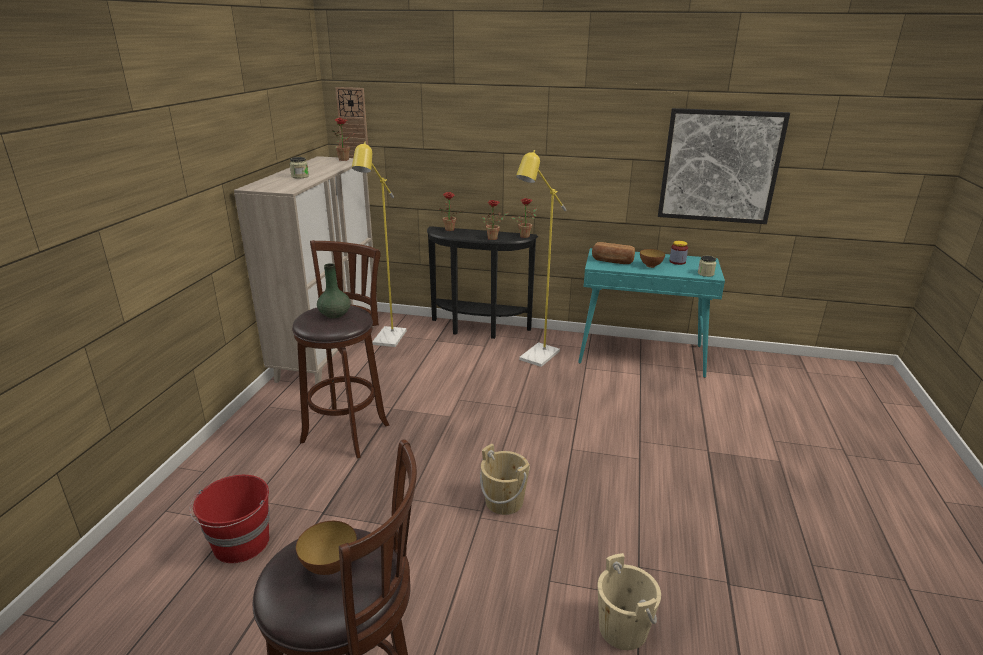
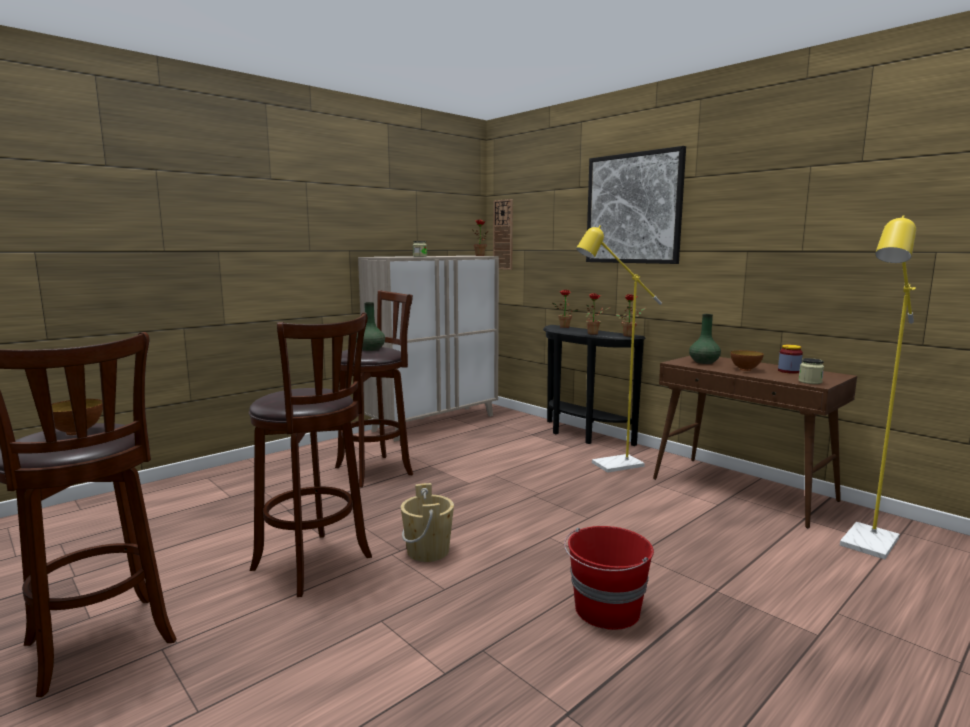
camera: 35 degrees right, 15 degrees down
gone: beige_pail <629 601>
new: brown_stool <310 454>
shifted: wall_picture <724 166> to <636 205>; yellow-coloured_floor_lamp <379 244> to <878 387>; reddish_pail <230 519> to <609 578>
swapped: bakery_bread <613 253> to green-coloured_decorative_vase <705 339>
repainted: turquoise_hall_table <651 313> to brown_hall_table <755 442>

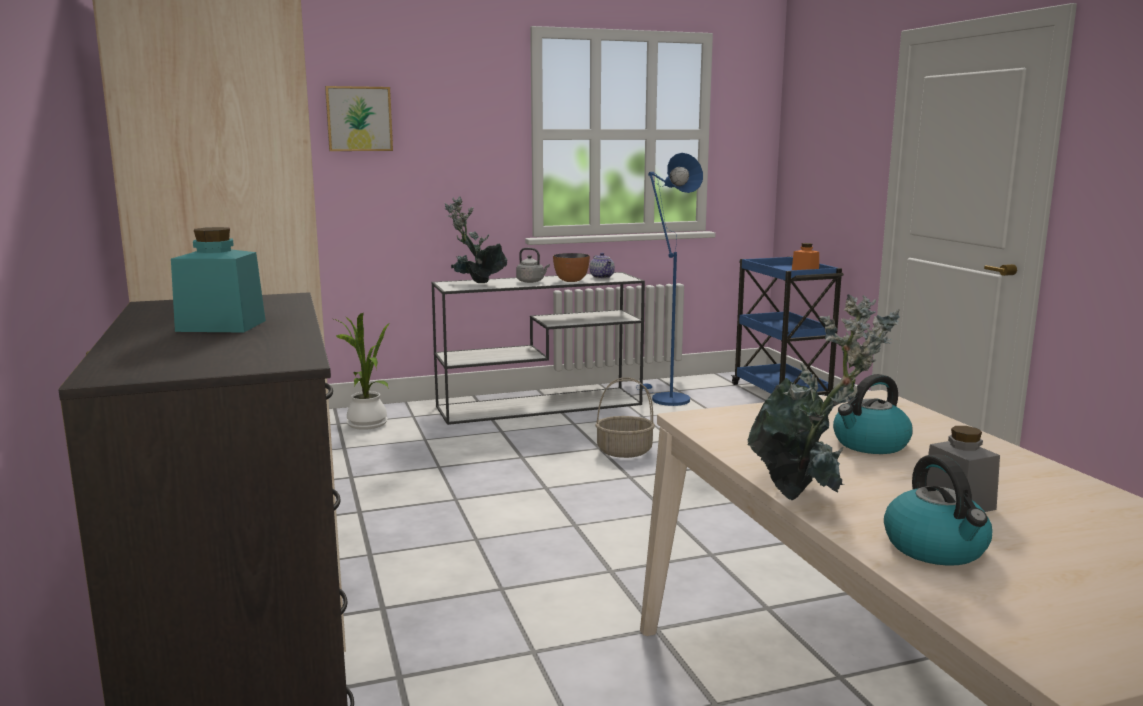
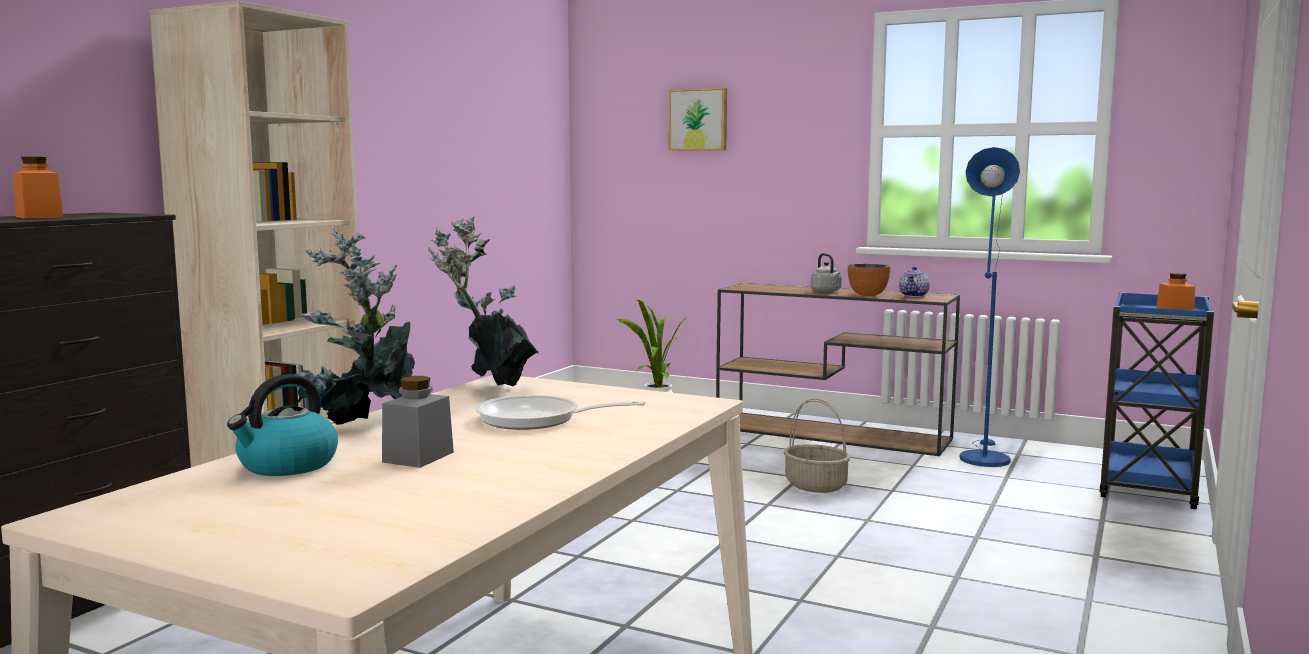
camera: 45 degrees right, 5 degrees down
shifted: plant_in_a_pot <476 239> to <483 302>
swapped: kettle <873 414> to skillet <560 412>
repainted: turquoise_storage_jar <218 279> to orange_storage_jar <38 188>; whitish_hall_table <538 348> to brown_hall_table <838 369>

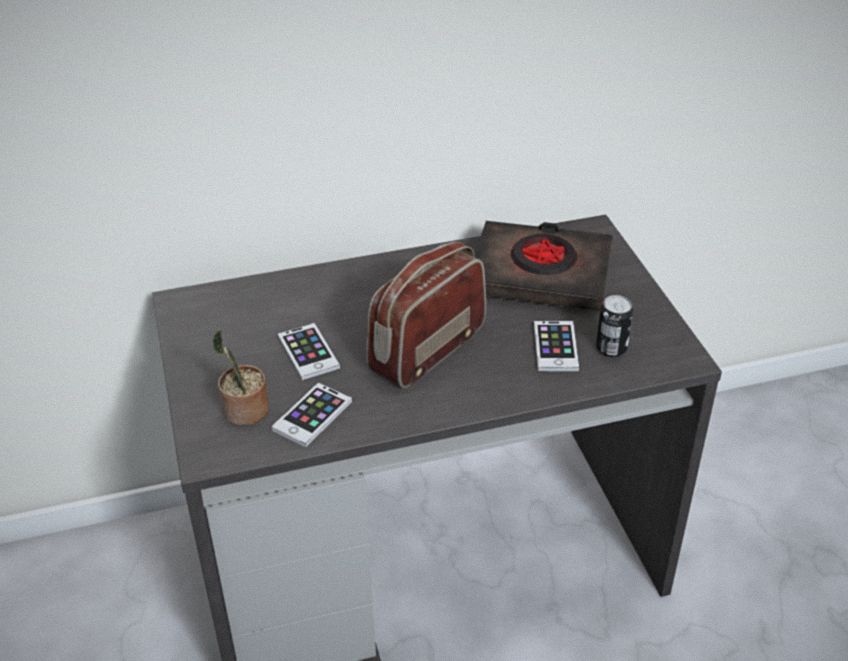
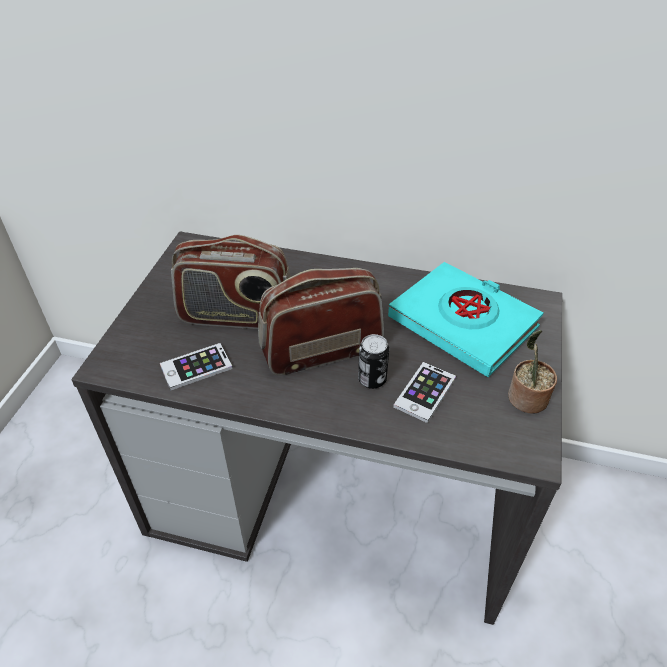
camera: 30 degrees right, 5 degrees up
shifted: metal_can <614 326> to <373 361>; plant_in_a_pot <240 377> to <532 371>
swapped: phone <308 351> to radio <231 282>
repainted: blackish_volume <544 266> to turquoise_volume <466 319>

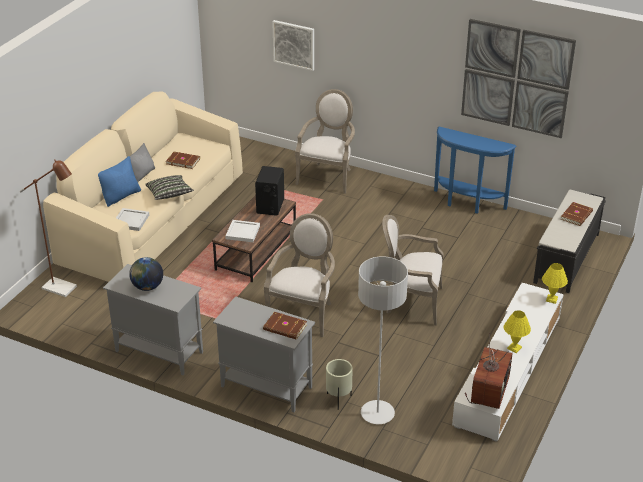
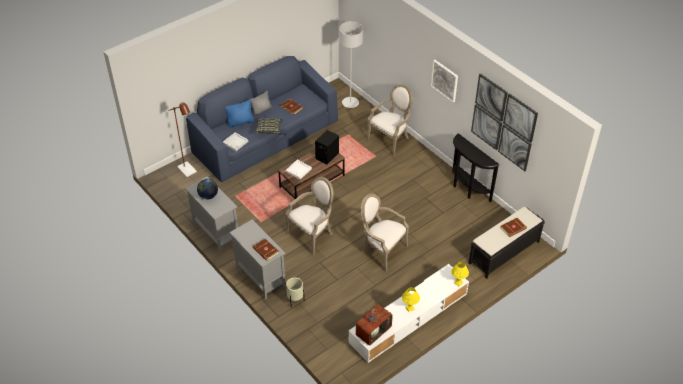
camera: 25 degrees right, 10 degrees up
shifted: wall_picture <293 45> to <444 81>; gray_floor_lamp <383 340> to <351 64>
repainted: beige_couch <143 187> to bluish_couch <262 119>; bluish_hall_table <475 170> to blackish_hall_table <475 167>

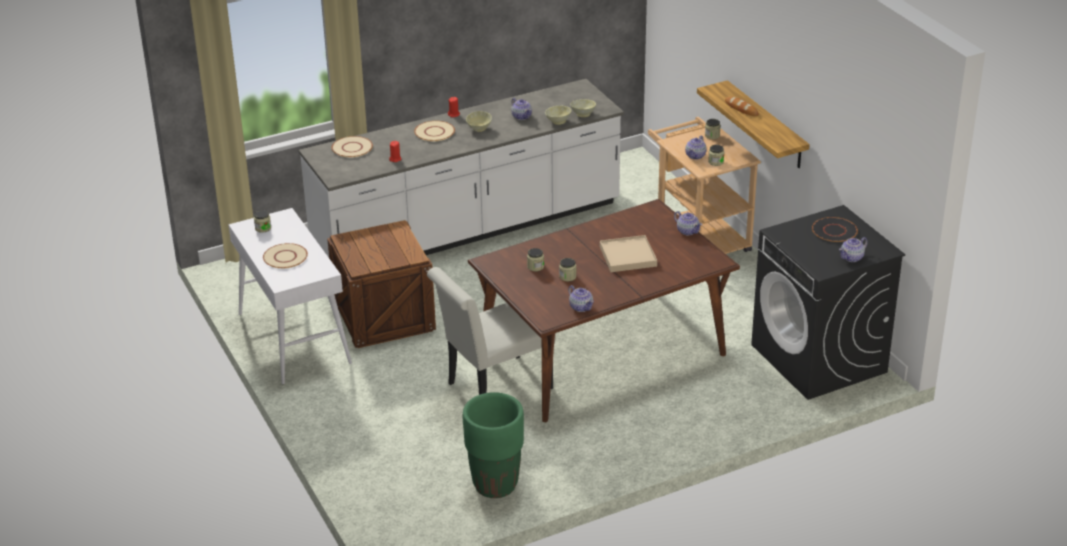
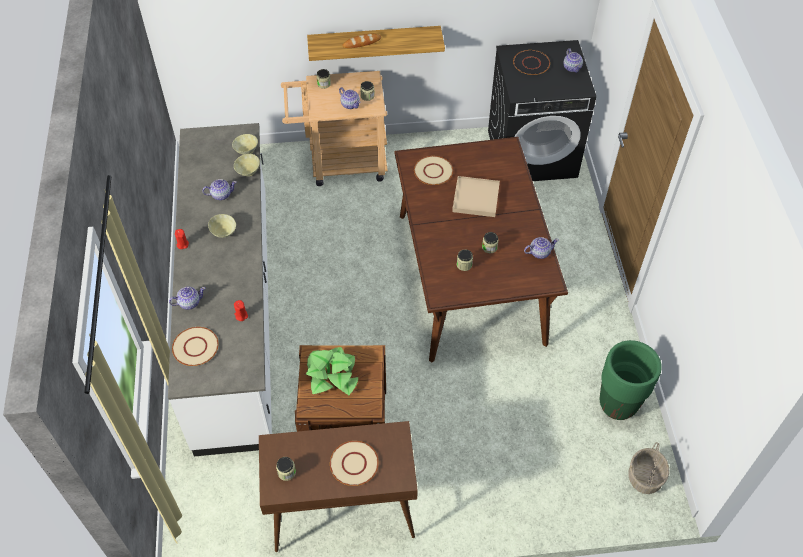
camera: 70 degrees left, 20 degrees up
gone: whitish_upright_chair <491 331>
new: plant_in_a_pot <332 371>; basket <649 468>
shifted: beige_plate <434 131> to <433 170>; pot_for_tea <688 223> to <187 298>
repainted: whitish_hall_table <290 296> to brown_hall_table <338 486>

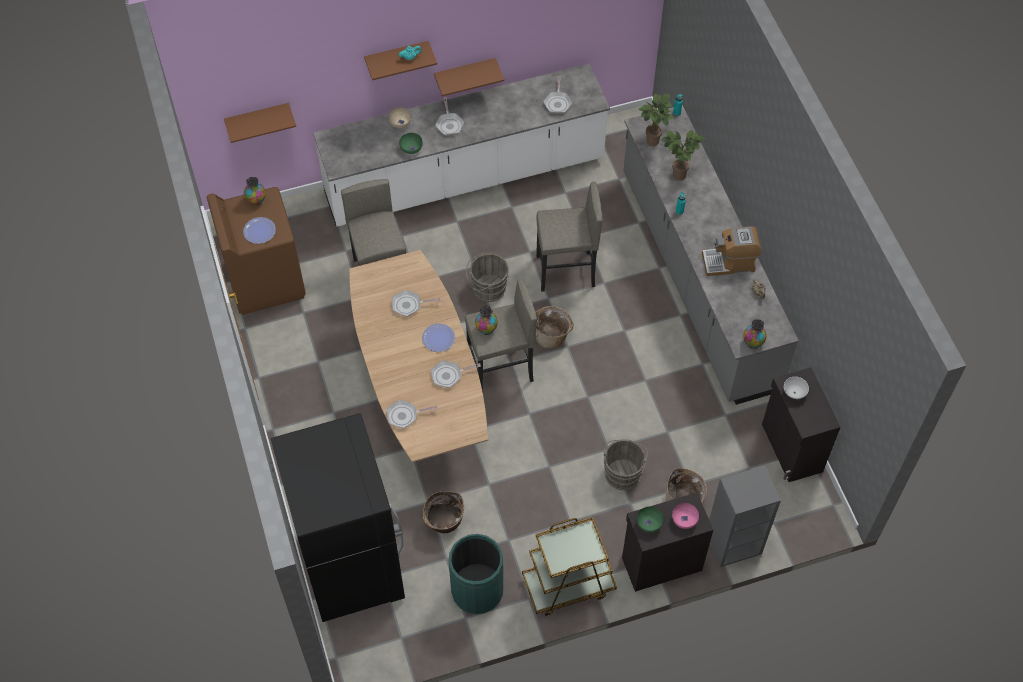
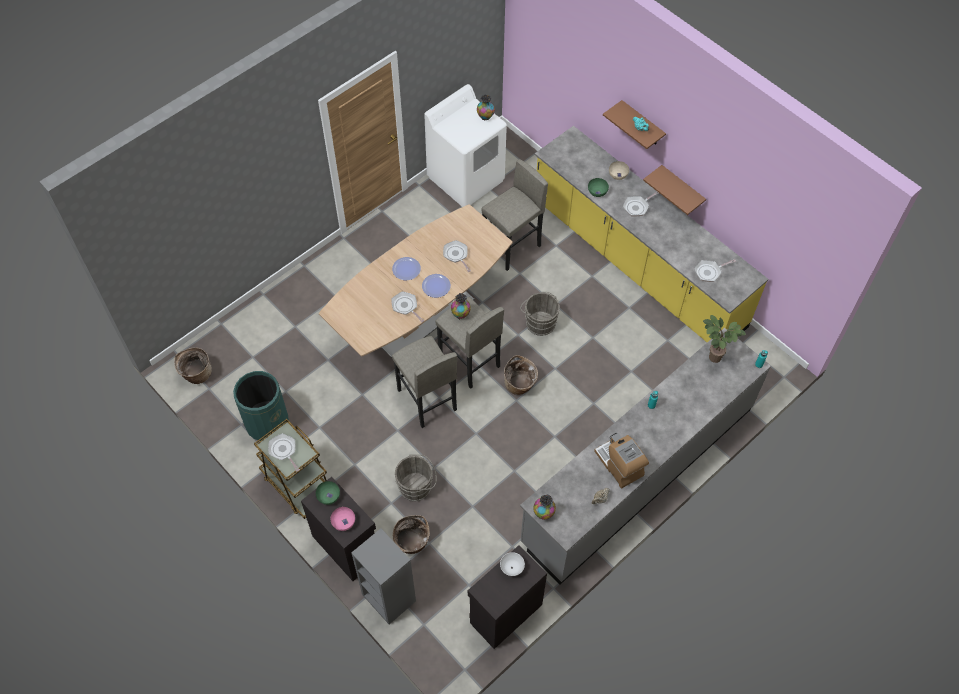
camera: 65 degrees right, 0 degrees up
gone: brown_bracket_shelf <260 123>; plant_in_a_pot <683 155>; blackish_fridge <337 517>
shifted: gray_stool <569 237> to <424 382>; plate <259 230> to <406 268>; skillet <412 414> to <284 453>; basket <443 512> to <193 365>
repainted: whitish_counter <461 145> to yellow-coloured_counter <651 234>; brown_washing_machine <256 251> to whitish_washing_machine <465 145>

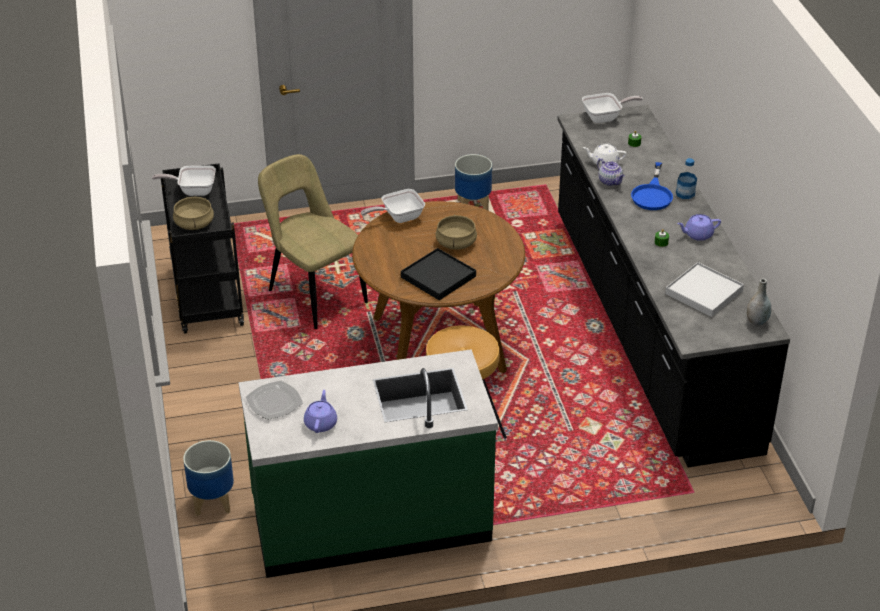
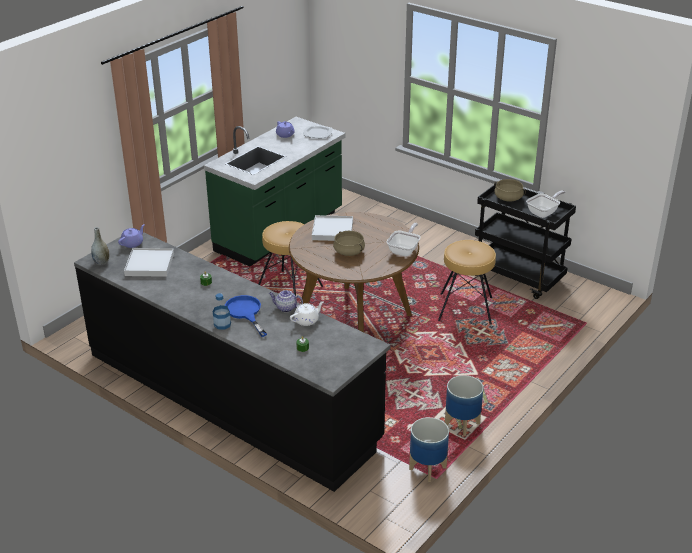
camera: 140 degrees right, 5 degrees down
gone: skillet <612 108>
shifted: purple-coloured_pot_for_tea <699 227> to <131 236>; flower_pot <208 478> to <429 449>
swapped: beige_upright_chair <313 241> to brown_stool <467 282>
repainted: blackish_serving_tray <438 274> to whitish_serving_tray <332 228>

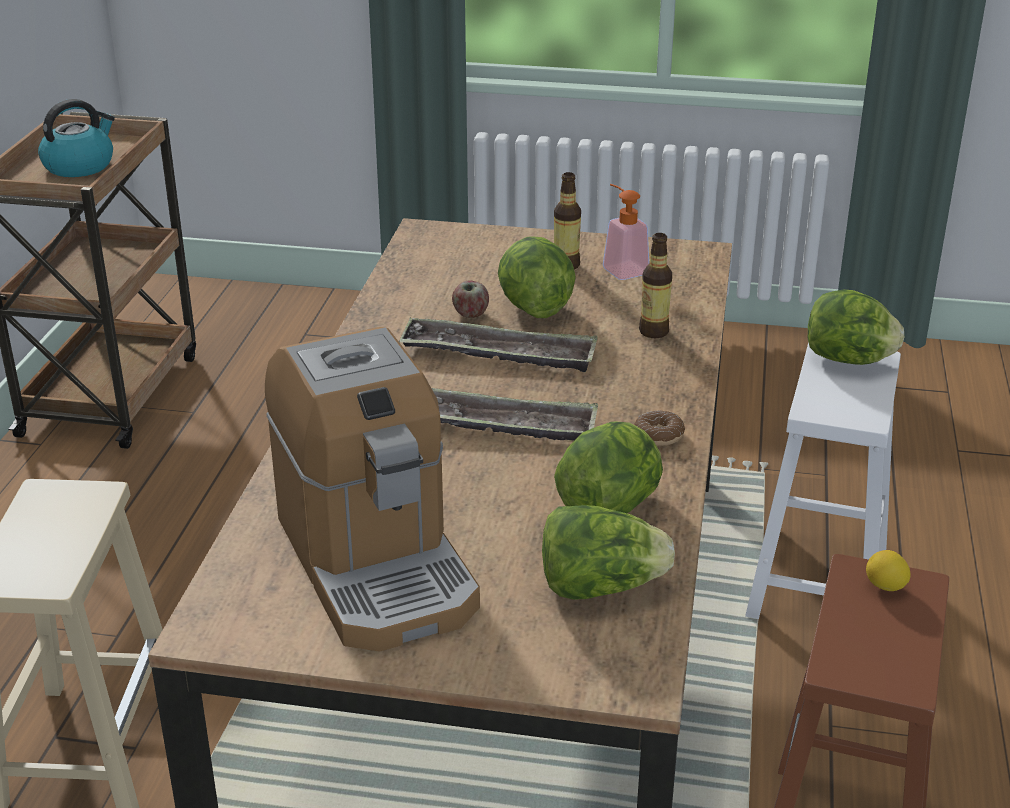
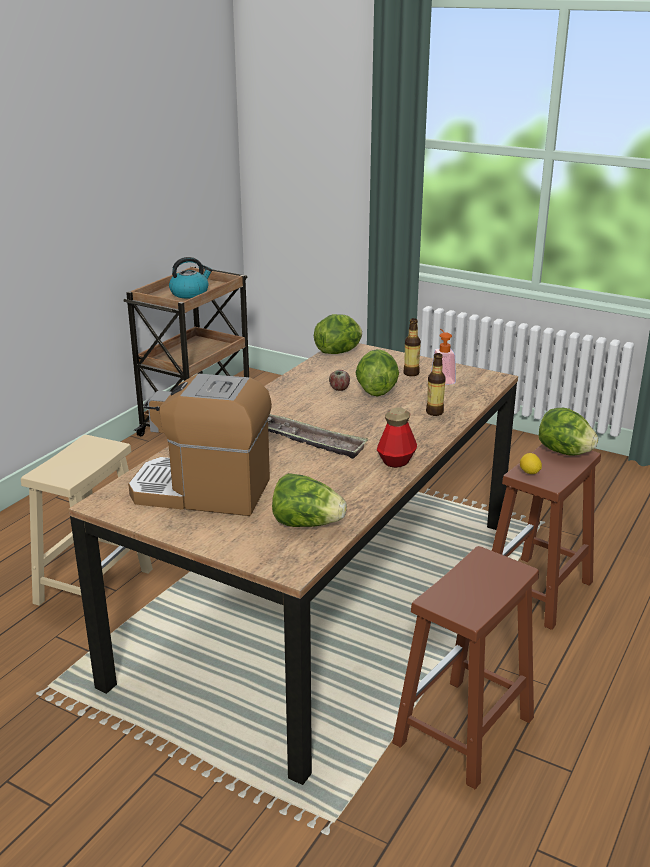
camera: 20 degrees right, 5 degrees down
gone: serving_tray <498 345>
shifted: lettuce_head <608 467> to <338 334>; whole_lemon <888 570> to <531 463>
swapped: donut <659 428> to bottle <397 437>
repainted: whitish_stool <823 480> to brown_stool <546 537>
rotated: coffee_brewer <372 489> = <200 445> 105 degrees clockwise

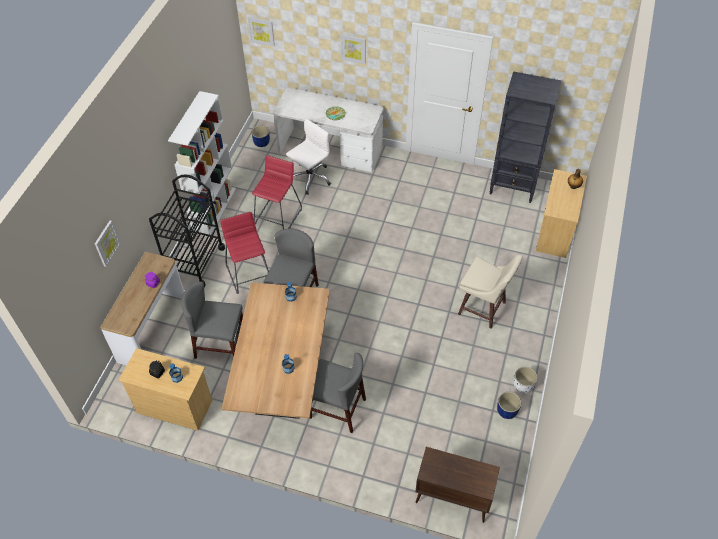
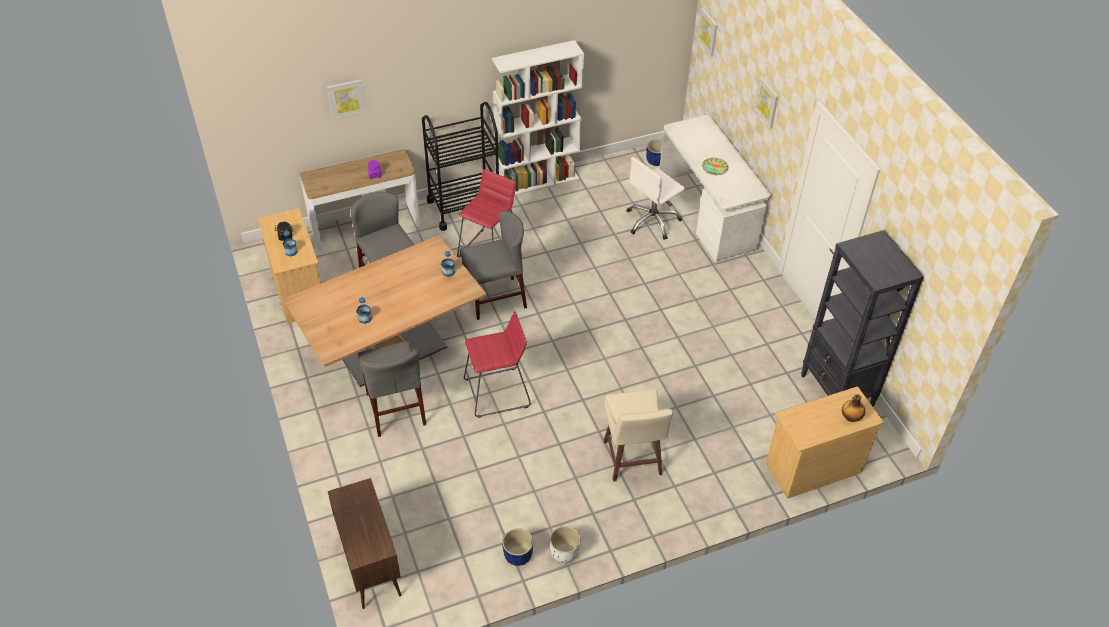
camera: 50 degrees right, 5 degrees down
shifted: reddish_stool <277 192> to <497 364>
rotated: whitish_computer_chair <308 156> = <655 198> 135 degrees clockwise

